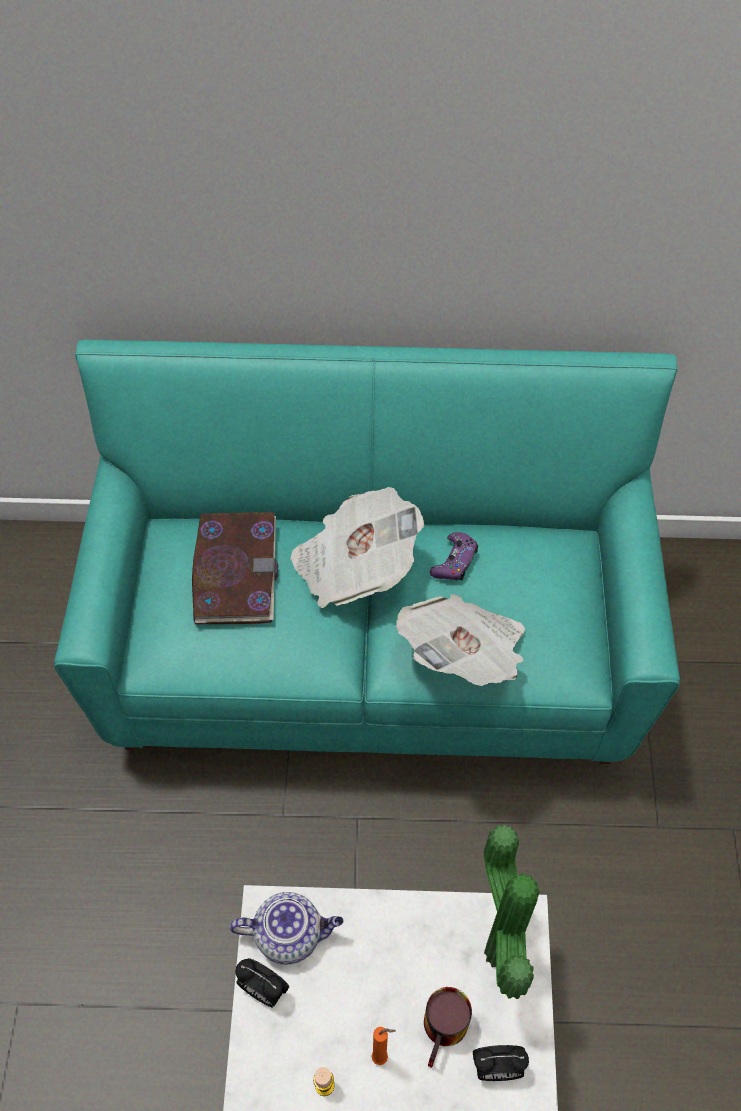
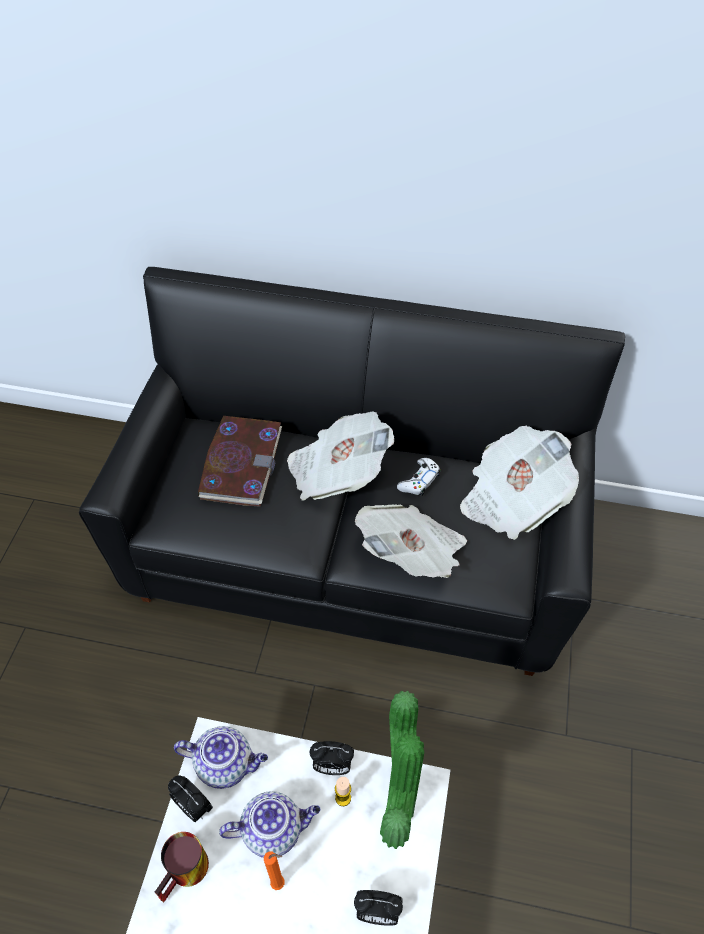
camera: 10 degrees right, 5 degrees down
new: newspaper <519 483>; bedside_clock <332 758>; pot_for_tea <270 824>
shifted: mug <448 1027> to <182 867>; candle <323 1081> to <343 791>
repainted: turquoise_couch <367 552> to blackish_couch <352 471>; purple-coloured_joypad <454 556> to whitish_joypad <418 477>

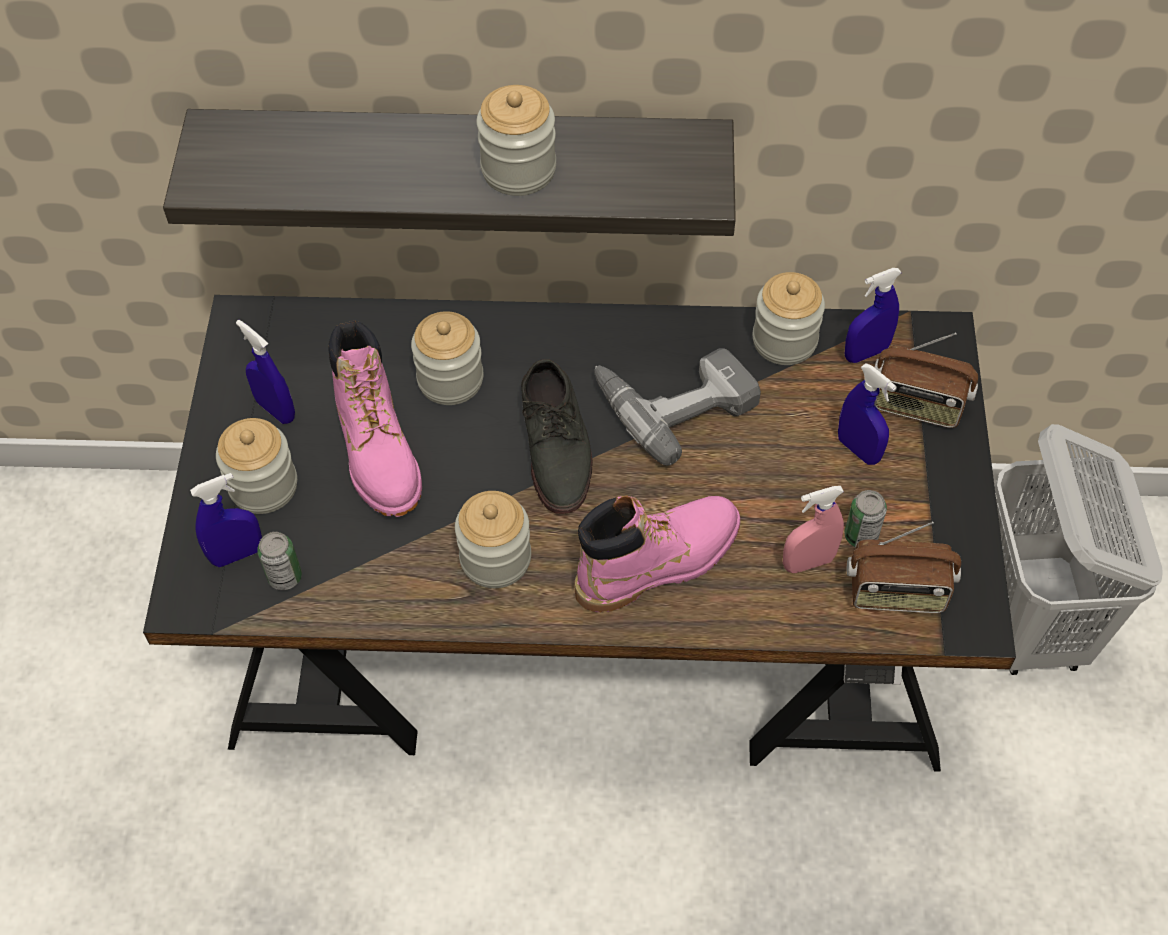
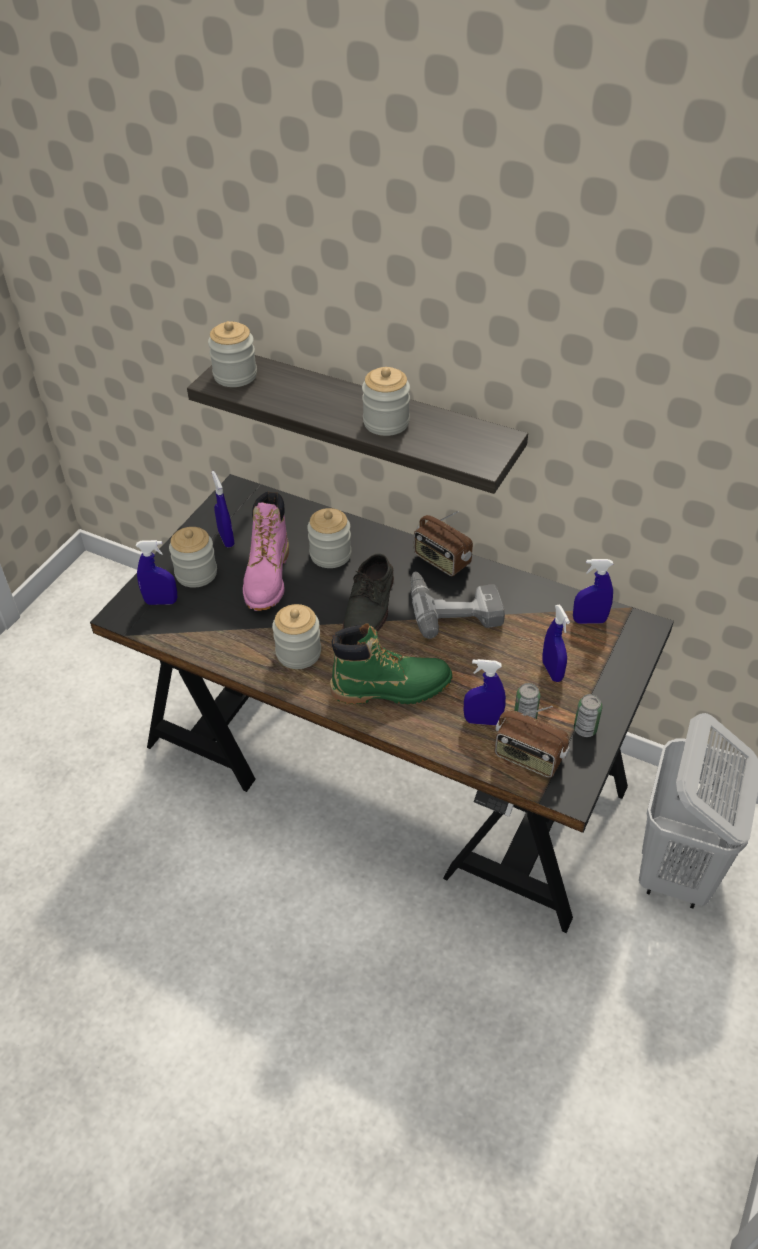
camera: 25 degrees right, 10 degrees down
shifted: storage_jar <789 318> to <232 354>; radio <926 380> to <443 543>; metal_can <279 561> to <588 715>
repainted: pinkish_hand_sprayer <813 529> to bluish_hand_sprayer <485 692>; pinkish_boot <657 554> to green-coloured_boot <391 663>

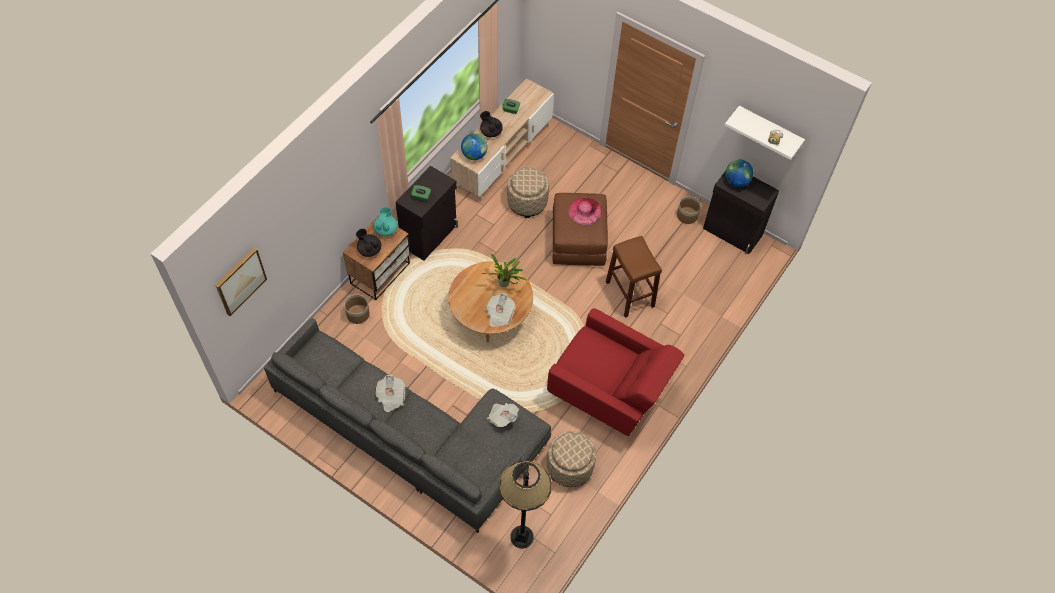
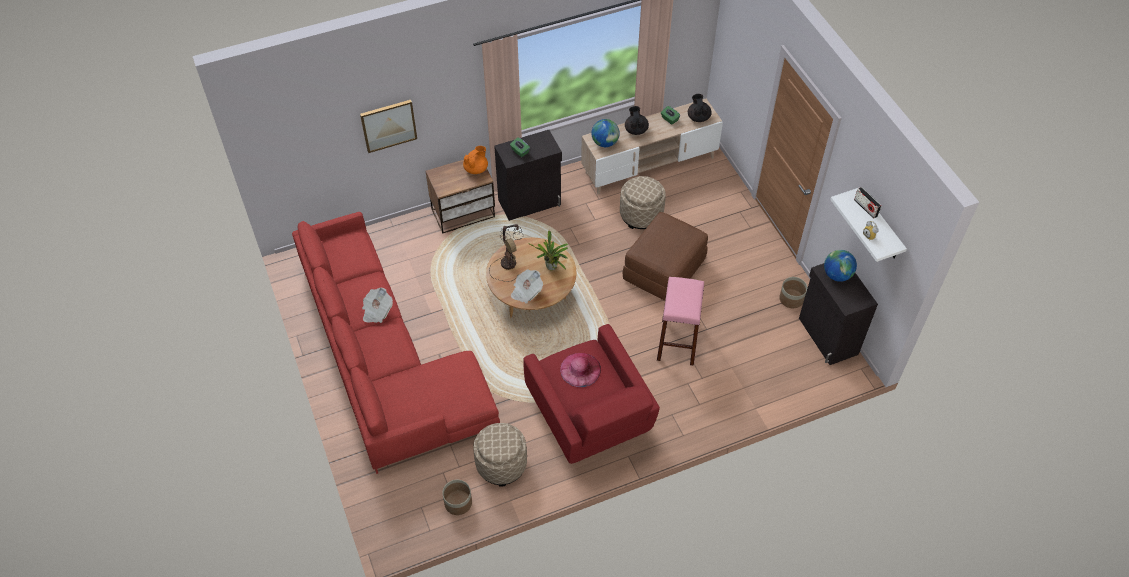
camera: 35 degrees right, 5 degrees down
gone: newspaper <503 415>; blackish_floor_lamp <525 504>
new: radio <868 203>; lamp_for_a_table <506 253>
shifted: pinkish_clothing_hat <585 211> to <580 370>; blackish_pot_for_tea <368 243> to <700 108>; wall_picture <241 281> to <388 126>; flower_pot <357 309> to <457 497>
repainted: turquoise_pot_for_tea <385 221> to orange_pot_for_tea <475 160>; brown_stool <634 277> to pinkish_stool <680 321>; gray_couch <407 425> to reddish_couch <396 343>

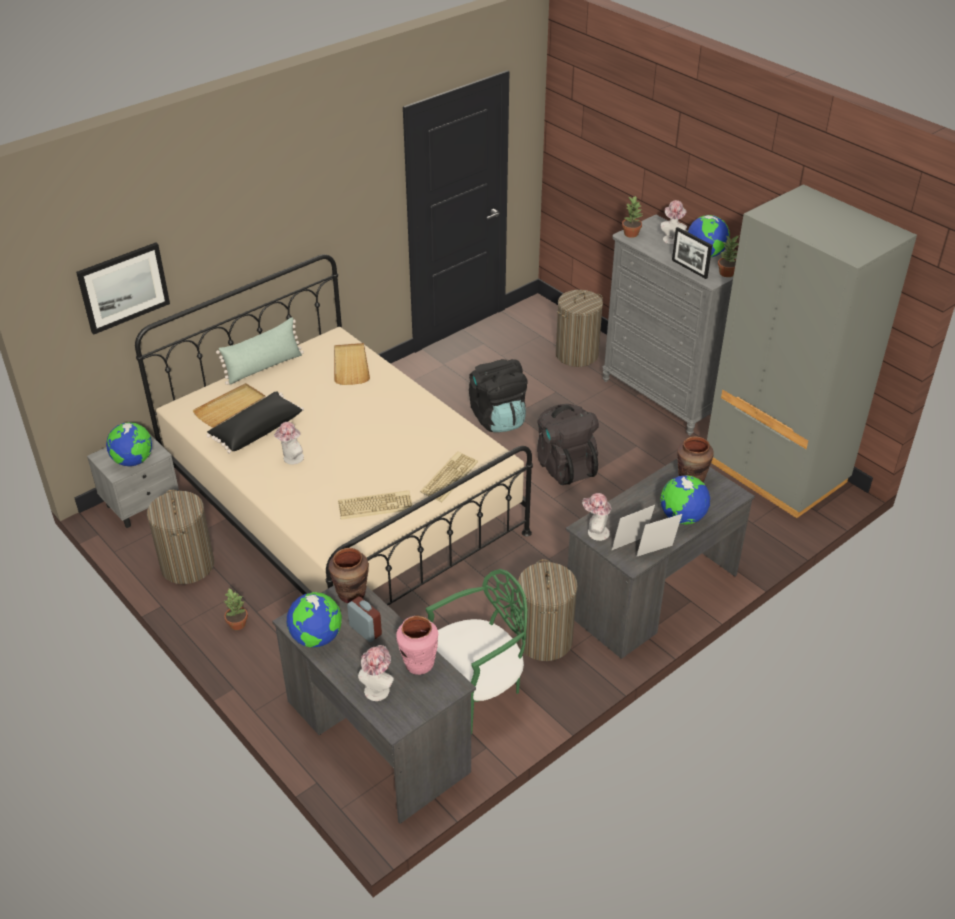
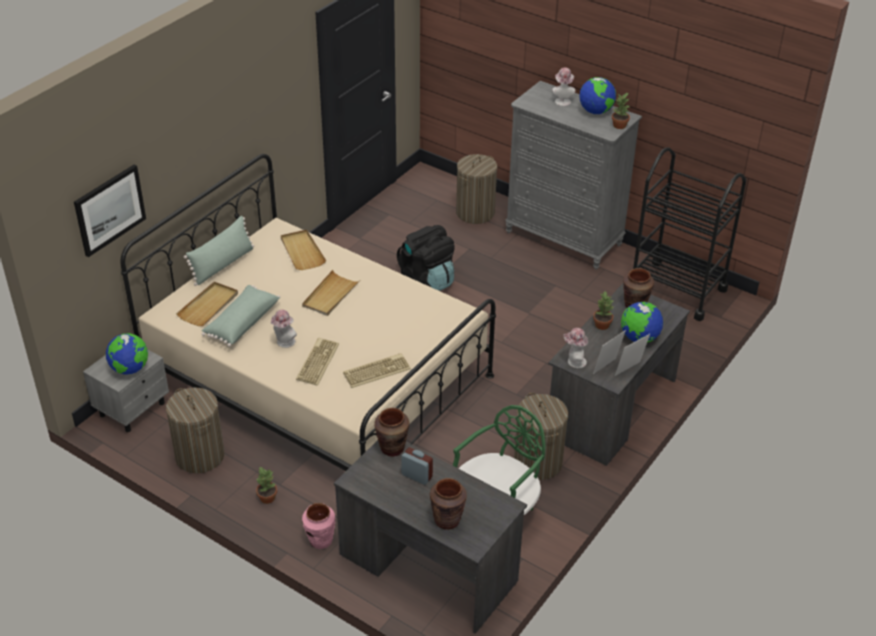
camera: 15 degrees left, 0 degrees up
gone: photo_frame <692 253>; blackish_knapsack <568 444>; desk_globe <314 620>
new: beige_serving_tray <331 293>
shifted: plant_in_a_pot <632 216> to <603 310>; keyboard <449 477> to <317 362>; pinkish_decorative_vase <417 645> to <318 526>
swapped: gray_armoire <812 351> to blackish_cart <690 234>; clothing_hat <376 673> to brown_decorative_vase <448 504>
repainted: blackish_cushion <255 422> to green-coloured_cushion <240 316>

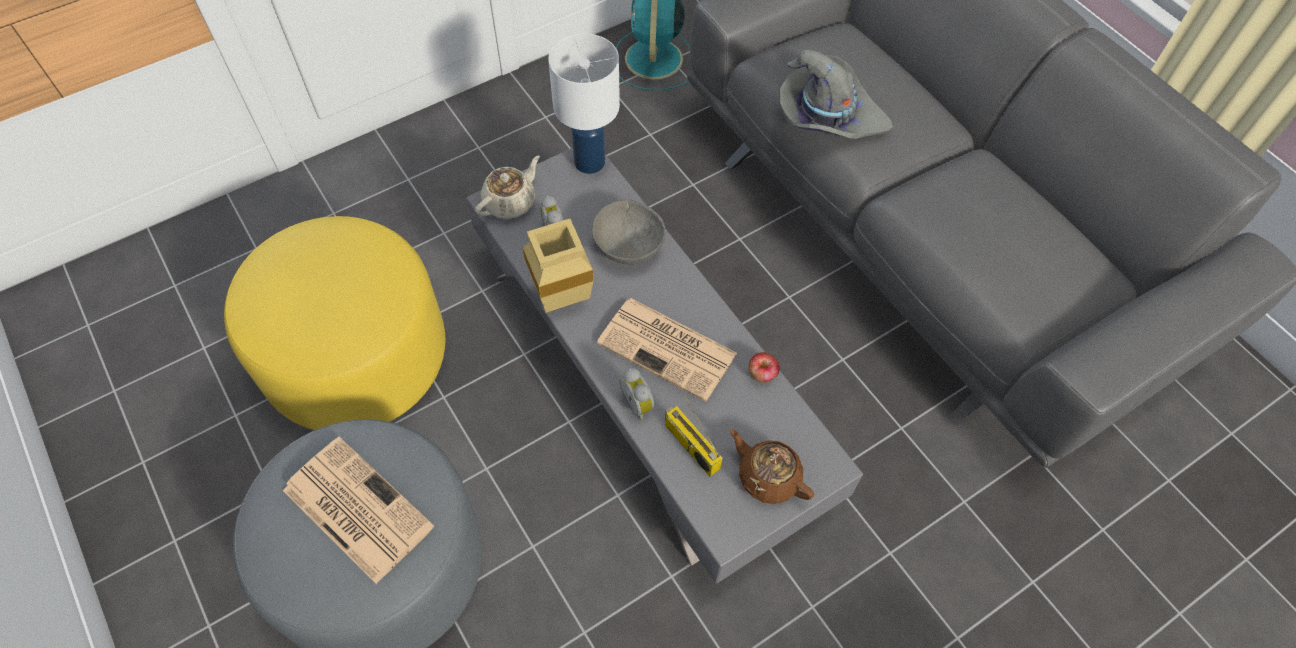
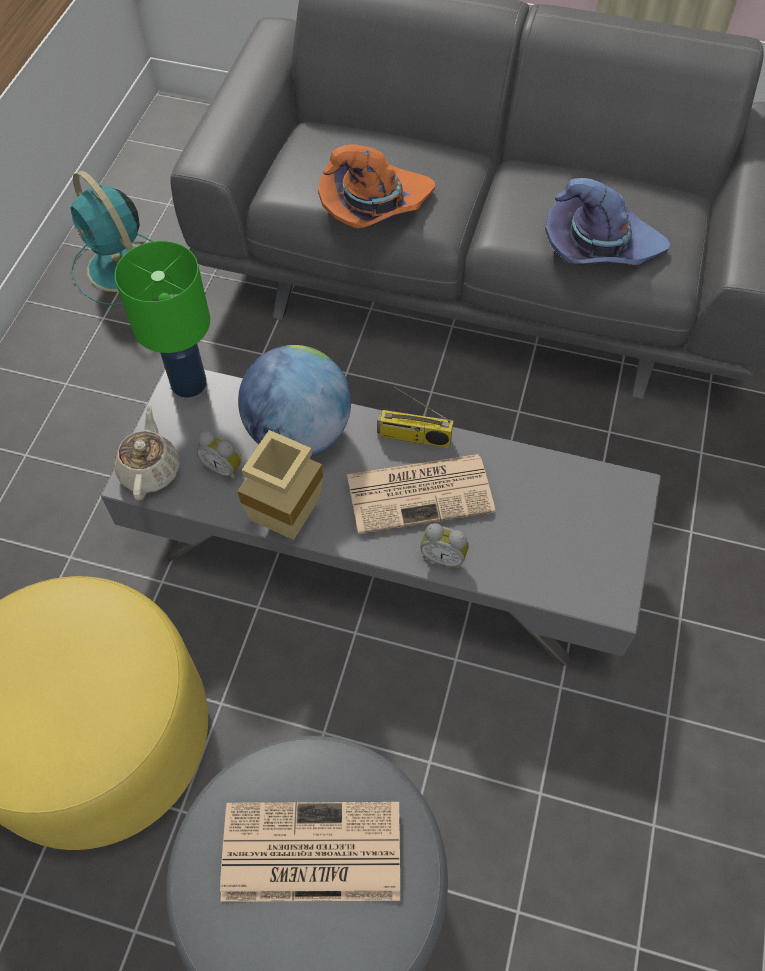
camera: 40 degrees left, 0 degrees up
gone: apple <764 367>; brown_pot_for_tea <772 466>
new: purple-coloured_clothing_hat <607 221>
shifted: radio <694 436> to <415 417>
swapped: gray_serving_bowl <629 232> to desk_globe <294 400>
repainted: whitish_lamp_for_a_table <584 104> to green-coloured_lamp_for_a_table <162 319>; gray_clothing_hat <836 94> to orange_clothing_hat <376 186>

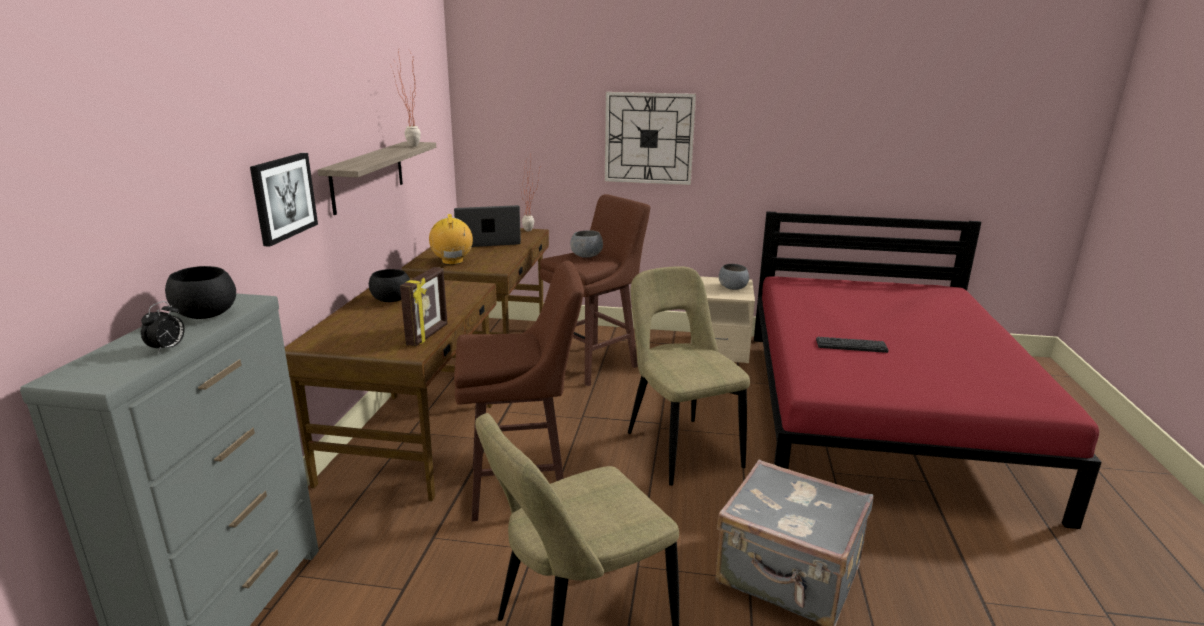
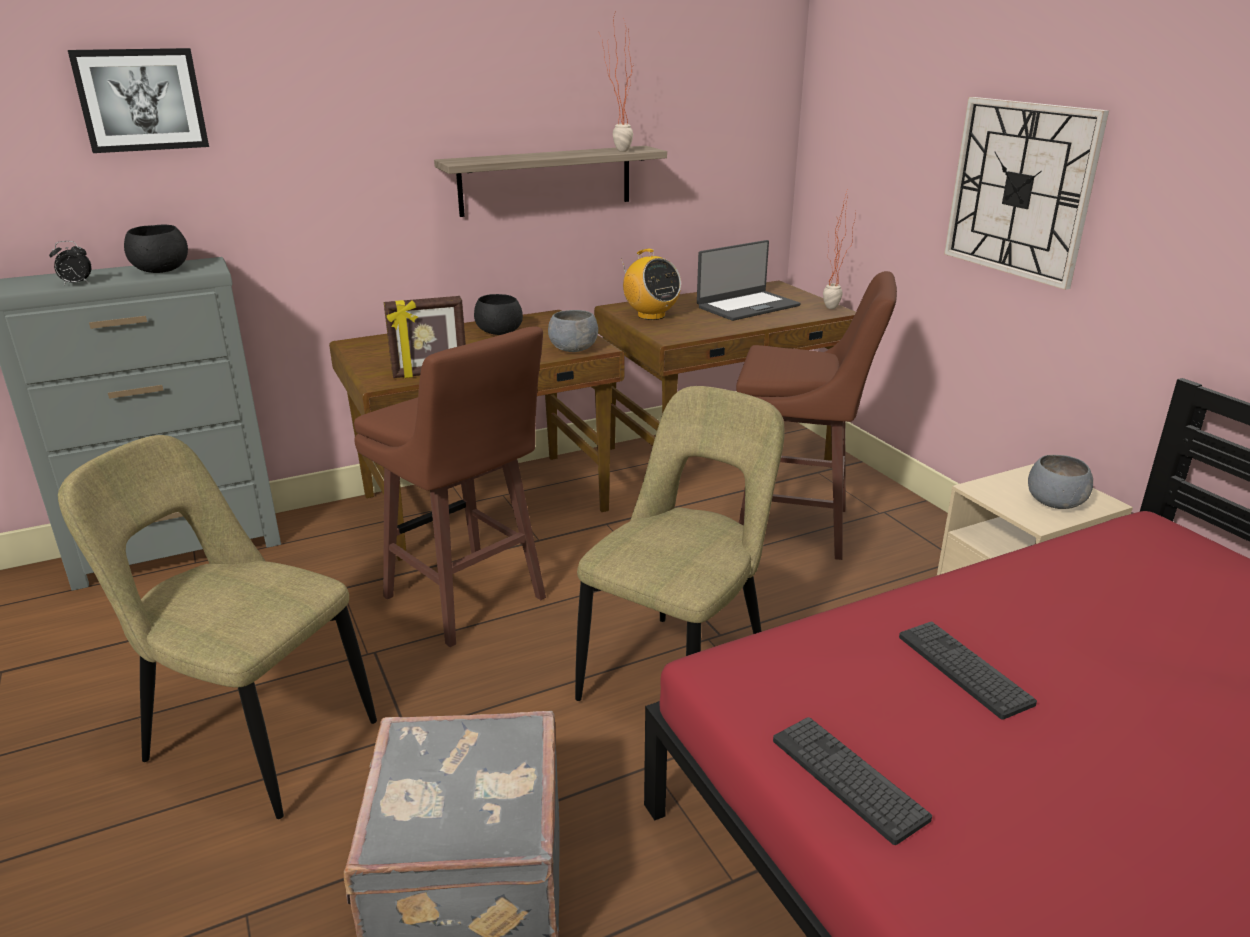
camera: 55 degrees right, 5 degrees up
new: keyboard <852 781>
shifted: wall_picture <284 200> to <138 100>; gray_serving_bowl <586 244> to <573 331>
rotated: laptop <487 226> = <749 280> 105 degrees clockwise; radio <451 239> = <651 284> 105 degrees clockwise

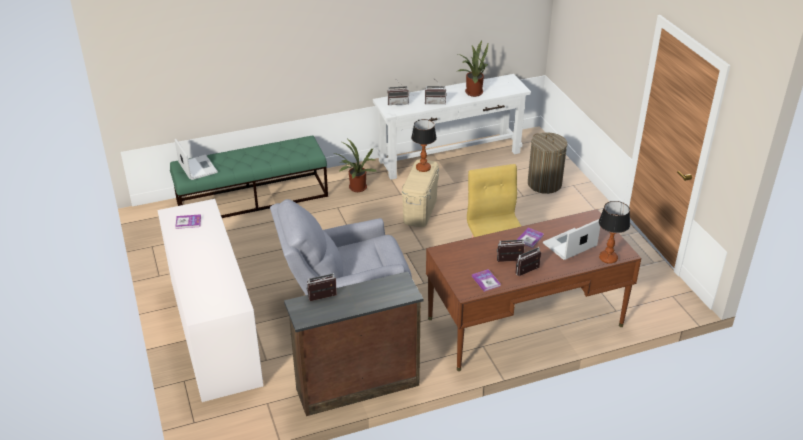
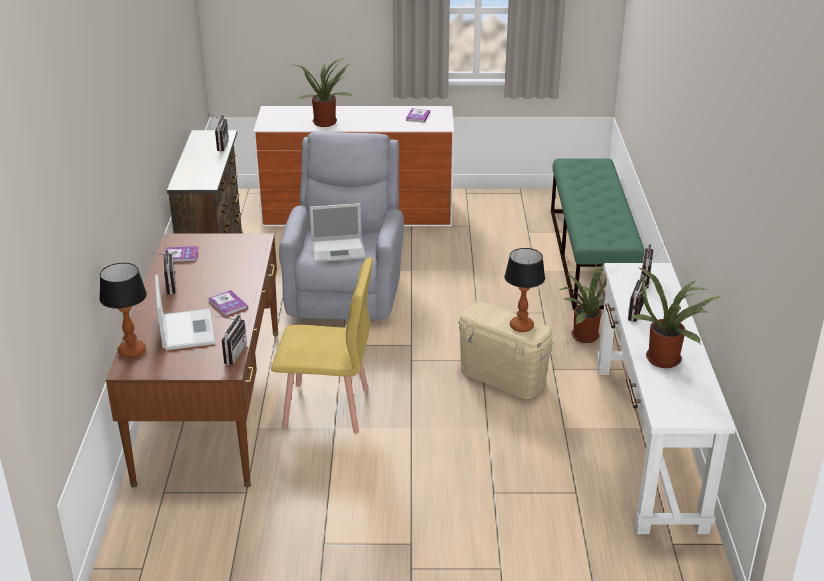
camera: 110 degrees right, 5 degrees down
gone: laundry_basket <547 163>
new: plant_in_a_pot <320 92>
shifted: laptop <196 159> to <338 232>; radio <511 250> to <232 339>

